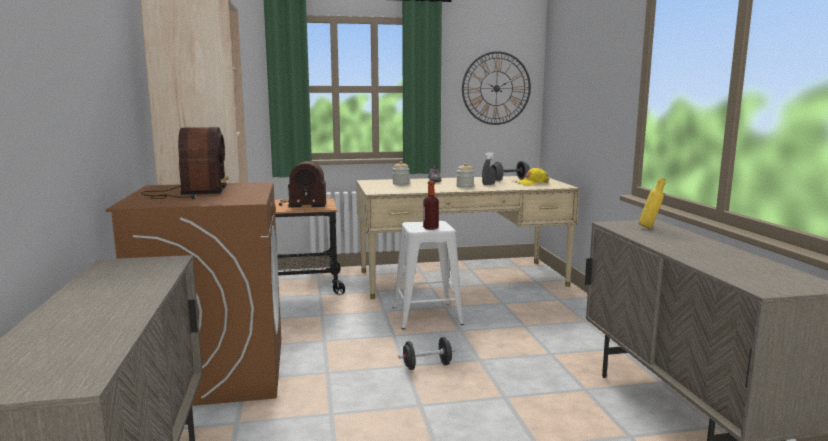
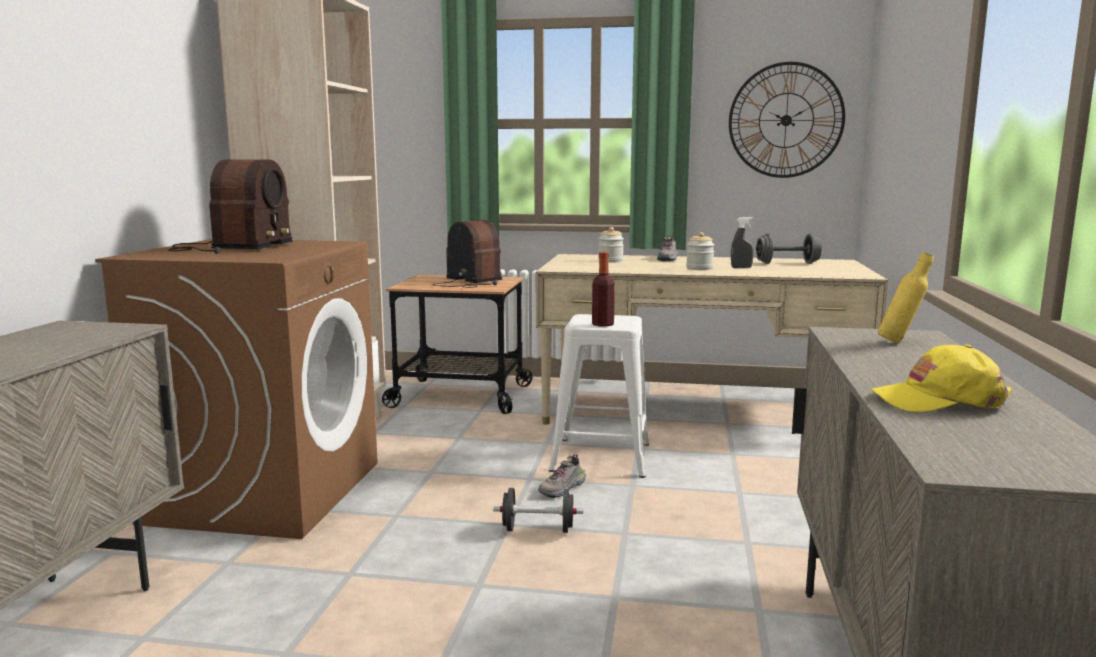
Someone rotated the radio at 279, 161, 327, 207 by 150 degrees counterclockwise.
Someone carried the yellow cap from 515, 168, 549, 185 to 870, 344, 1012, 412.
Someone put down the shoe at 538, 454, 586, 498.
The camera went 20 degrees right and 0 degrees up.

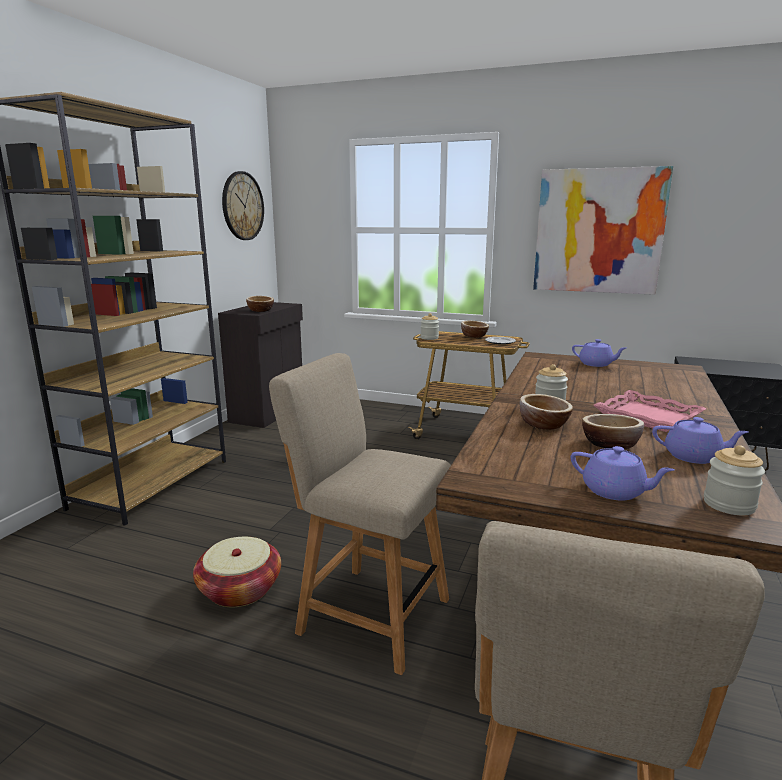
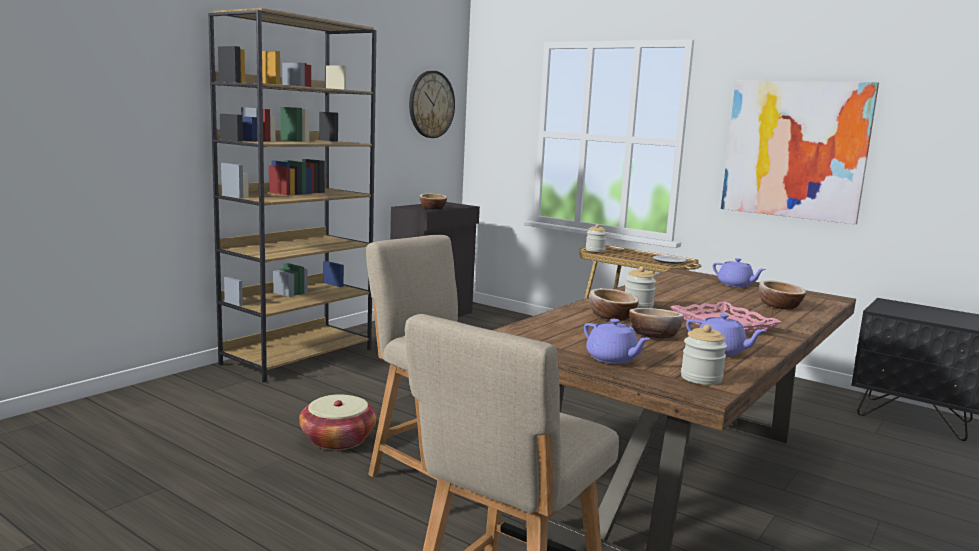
Someone carried the bowl from 461, 321, 489, 338 to 759, 280, 806, 309.
The camera went 15 degrees right and 5 degrees down.

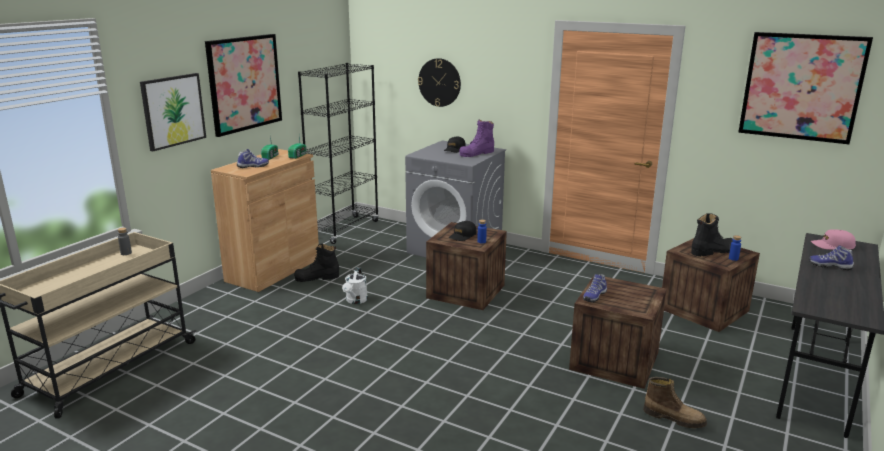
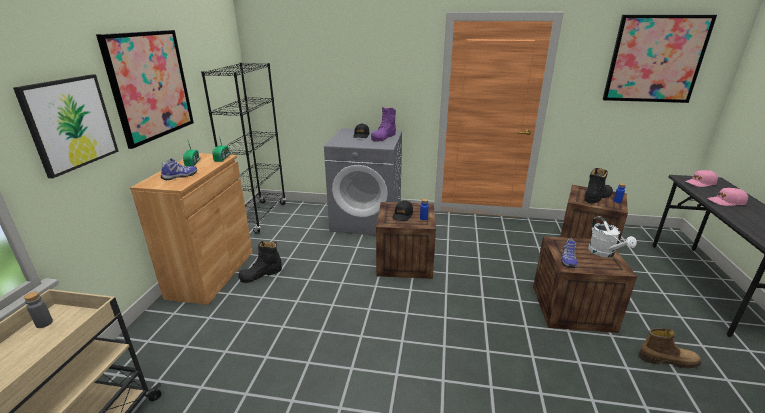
Someone took away the wall clock at 418, 58, 461, 107.
Someone swapped the shoe at 809, 245, 854, 270 for the pink cap at 707, 188, 748, 206.
Someone carried the white watering can from 342, 267, 368, 304 to 588, 216, 637, 257.
The camera went 20 degrees left and 5 degrees up.

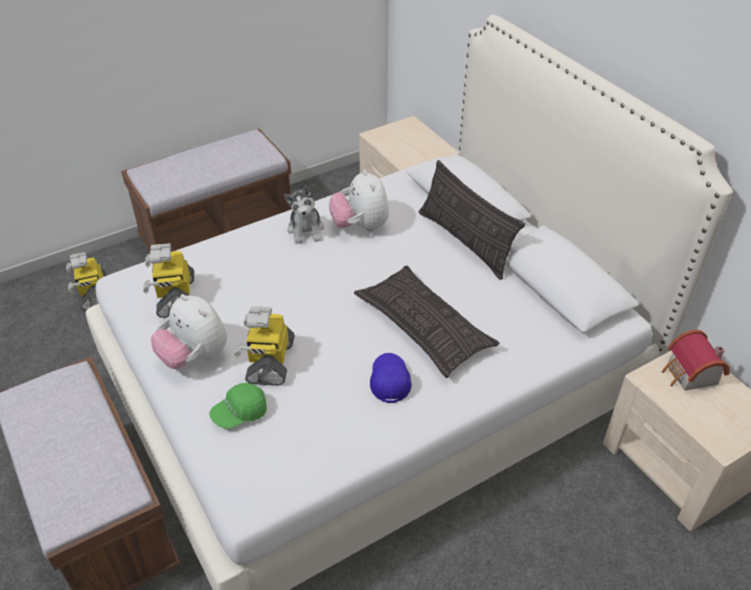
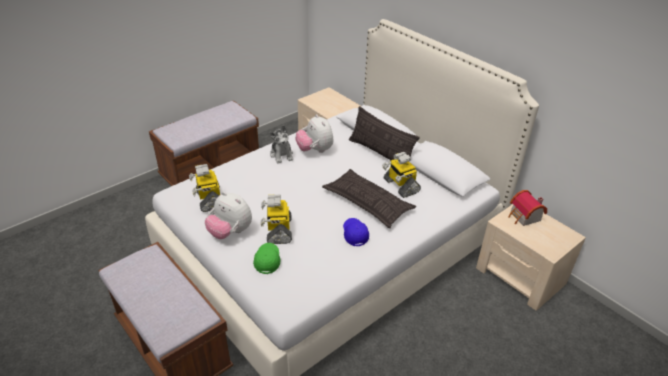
Someone carried the toy robot from 66, 252, 106, 311 to 382, 152, 421, 198.
Someone rotated the green cap at 209, 383, 267, 429 by 135 degrees clockwise.
The camera went 10 degrees left and 5 degrees down.

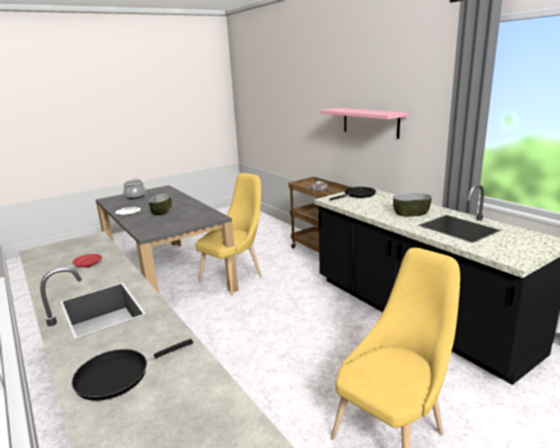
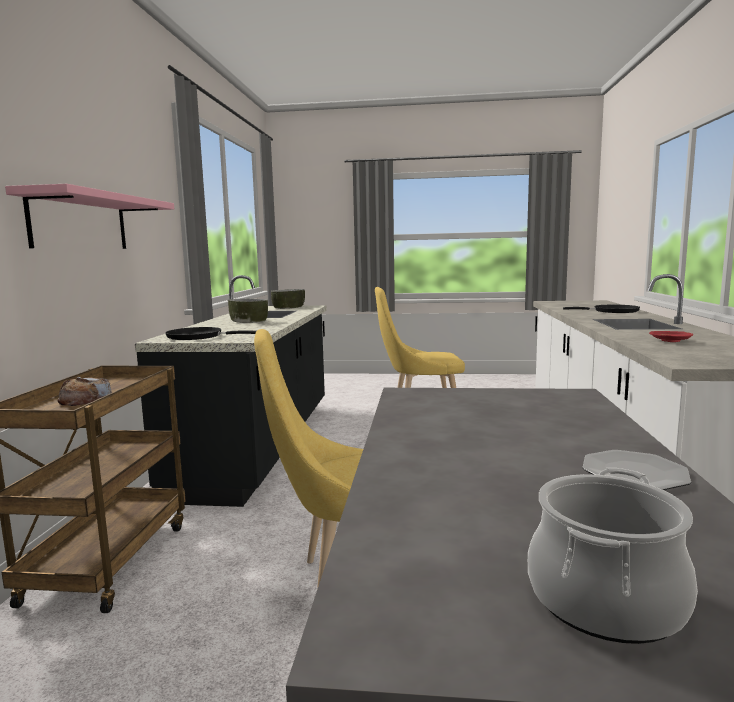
Someone carried the bowl from 149, 194, 172, 215 to 271, 289, 305, 309.
The camera went 140 degrees left and 10 degrees down.

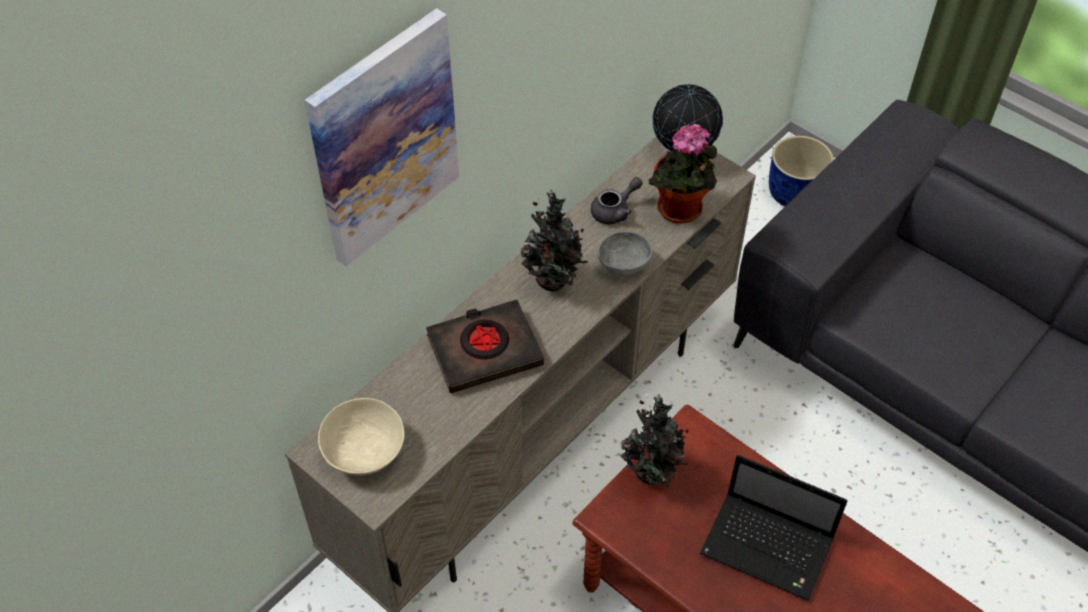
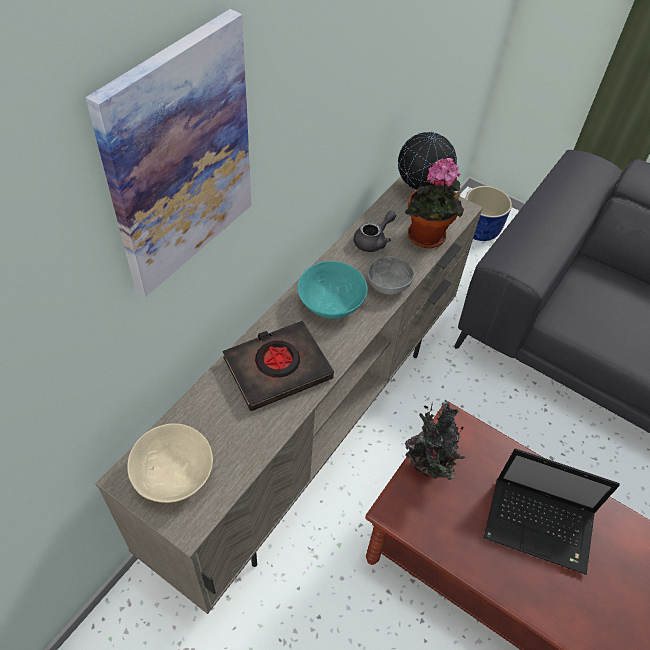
Someone swapped the potted plant at 521, 189, 588, 291 for the turquoise bowl at 297, 261, 368, 319.
The camera went 10 degrees left and 0 degrees up.

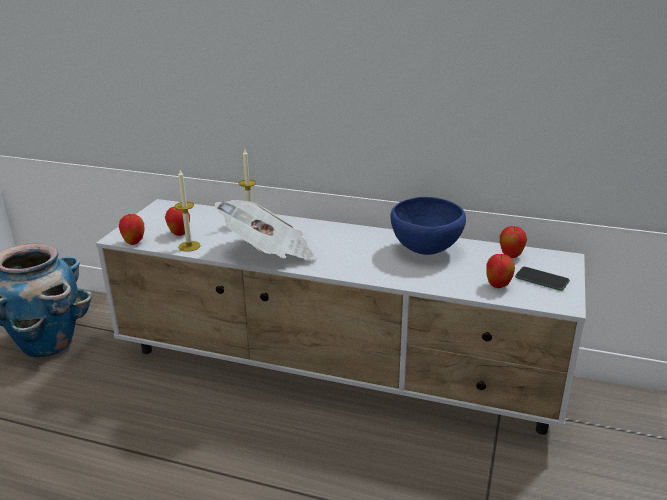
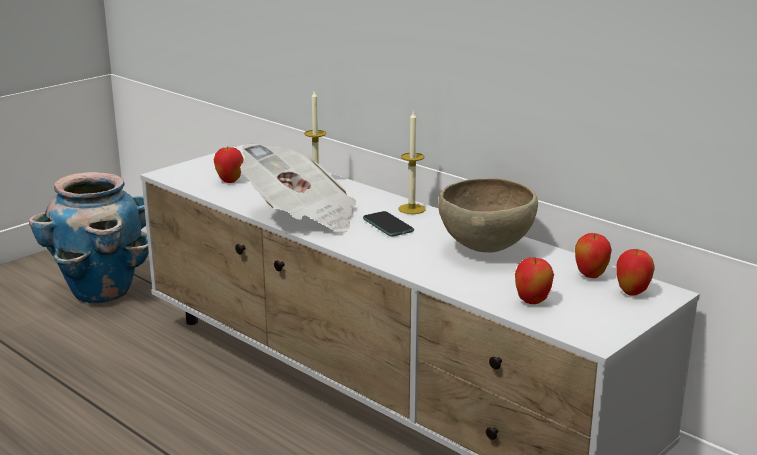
Someone carried the candle from 175, 170, 201, 252 to 398, 110, 426, 214.
Someone repainted the blue bowl at 390, 197, 466, 255, which became the brown bowl at 438, 178, 538, 253.
Someone carried the apple from 119, 214, 145, 245 to 616, 249, 655, 296.
Someone carried the phone from 515, 267, 570, 291 to 363, 211, 414, 237.
The camera went 25 degrees right and 5 degrees down.

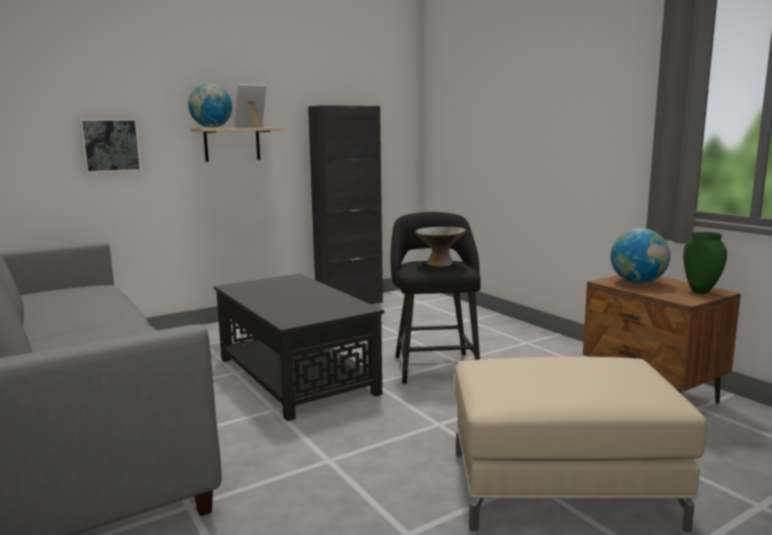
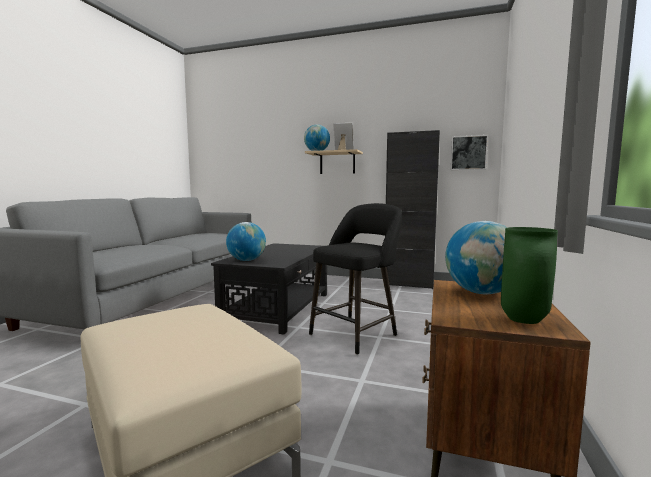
Someone carried the picture from 79, 119, 142, 173 to 450, 135, 488, 170.
Someone took away the grey bowl at 415, 227, 466, 267.
Someone put down the globe at 226, 222, 266, 261.
The camera went 50 degrees right and 5 degrees down.

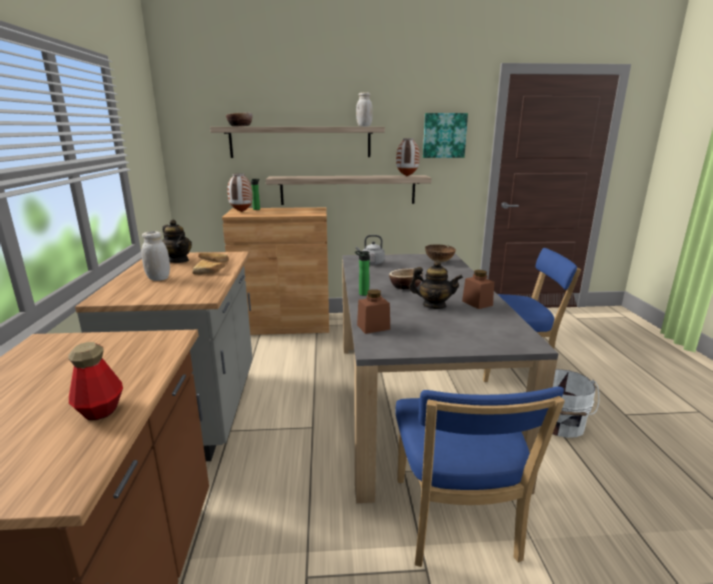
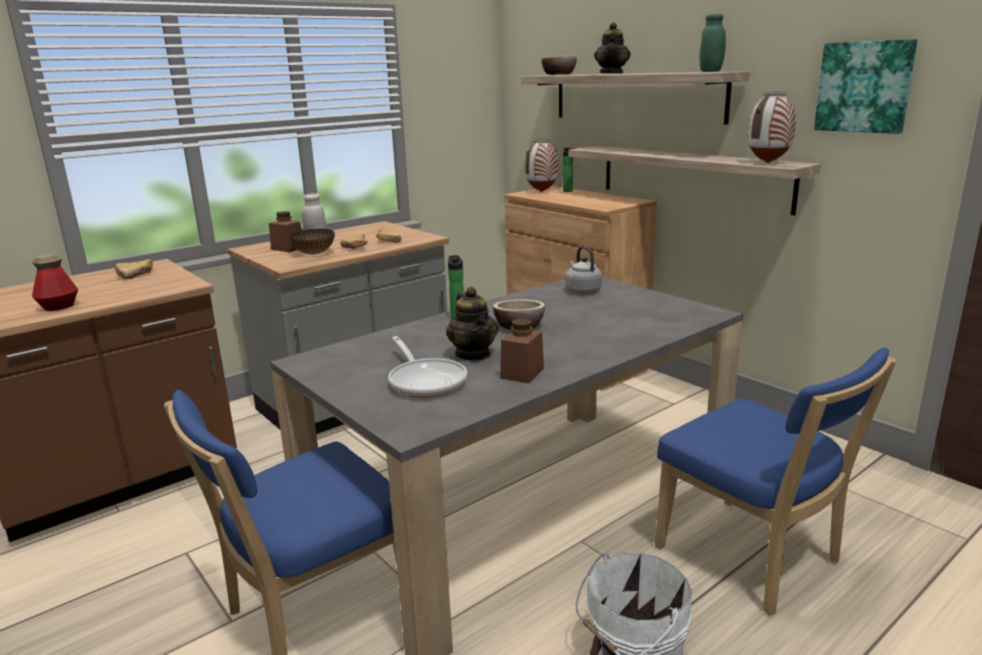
Someone repainted the white jar at 356, 92, 373, 127, which became the green jar at 700, 14, 726, 72.
Someone carried the teapot from 162, 219, 192, 263 to 594, 22, 631, 74.
Someone carried the bowl from 425, 245, 456, 262 to 289, 229, 335, 255.
Someone carried the brown jar from 357, 289, 390, 334 to 269, 211, 302, 252.
Someone put down the bread at 115, 259, 153, 279.
Someone put down the frying pan at 388, 336, 467, 397.
The camera went 55 degrees right and 0 degrees up.

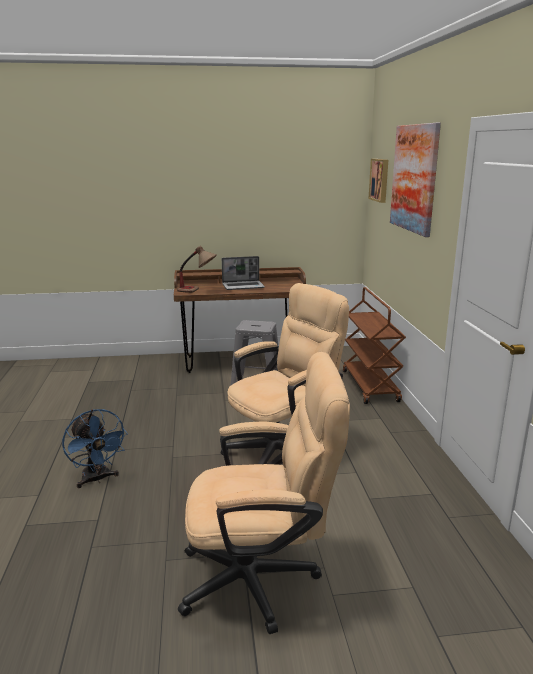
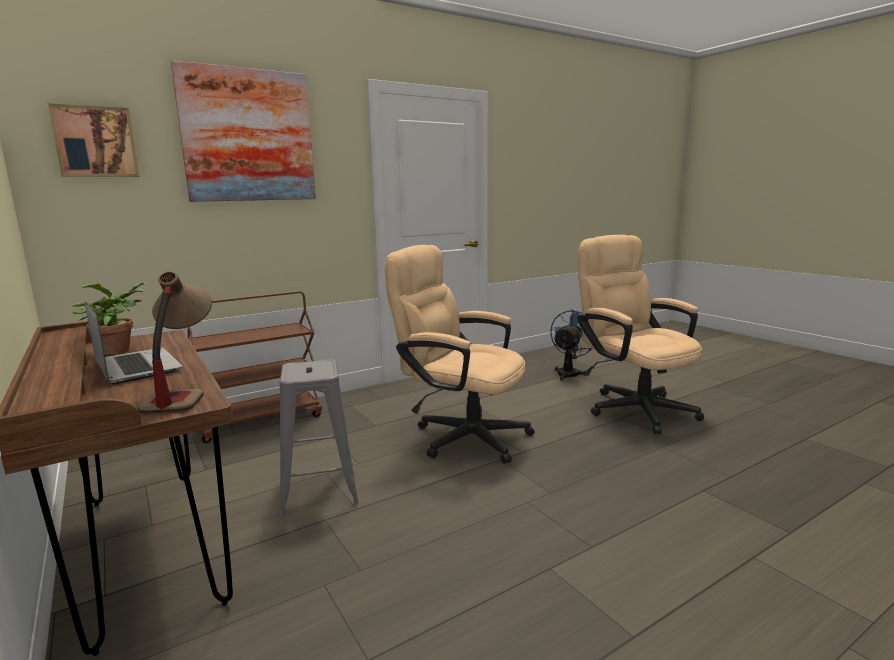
Someone carried the blue fan from 62, 409, 128, 488 to 550, 309, 593, 381.
Someone put down the potted plant at 72, 282, 148, 355.
The camera went 115 degrees left and 5 degrees down.

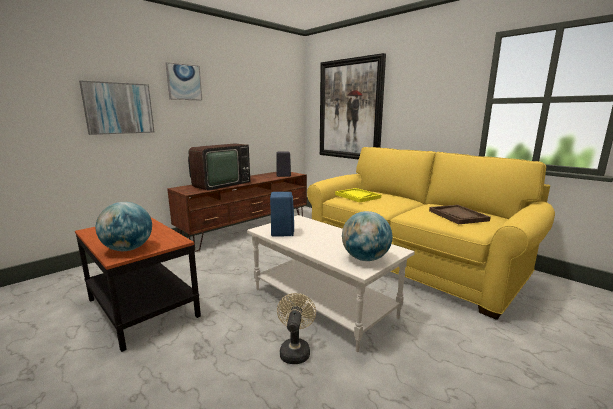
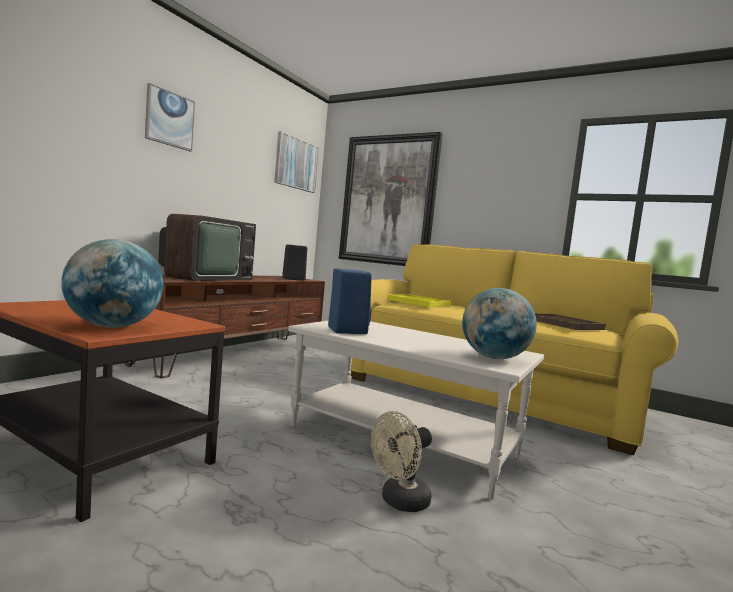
Someone carried the picture from 79, 81, 154, 135 to 274, 131, 319, 193.
Someone rotated the beige fan at 277, 293, 316, 364 by 120 degrees counterclockwise.
The camera went 15 degrees left and 10 degrees down.

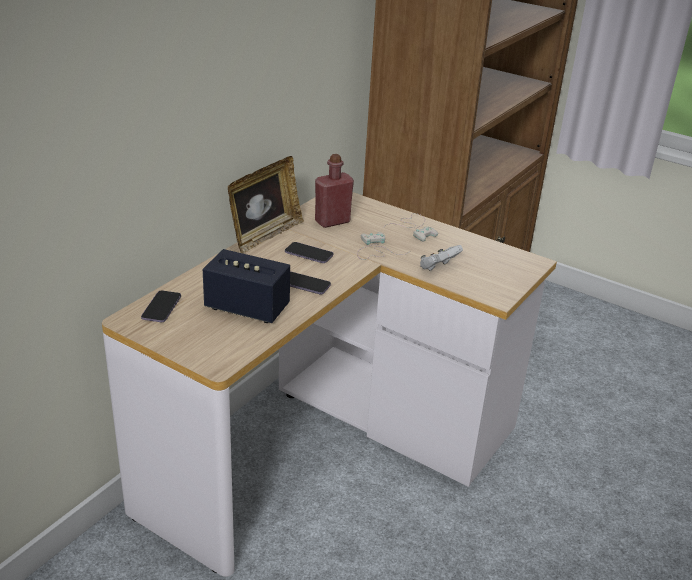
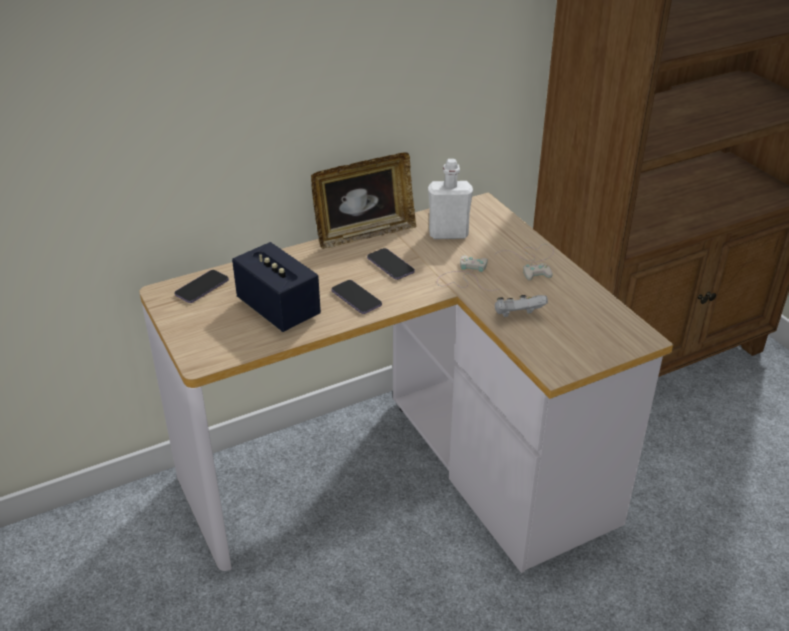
Someone repainted the red bottle at 315, 154, 354, 228, which became the white bottle at 428, 159, 473, 239.
The camera went 30 degrees right and 5 degrees up.

